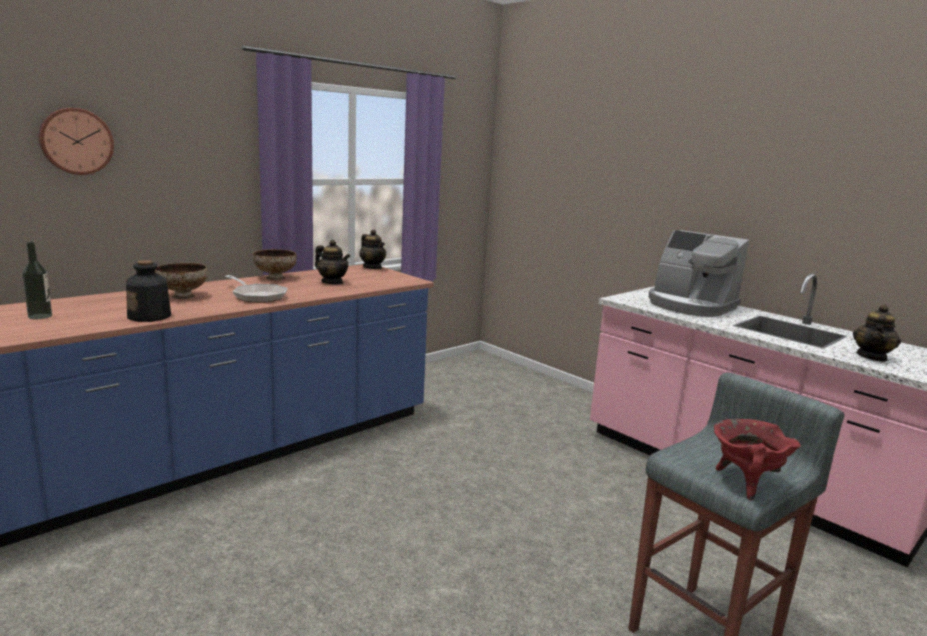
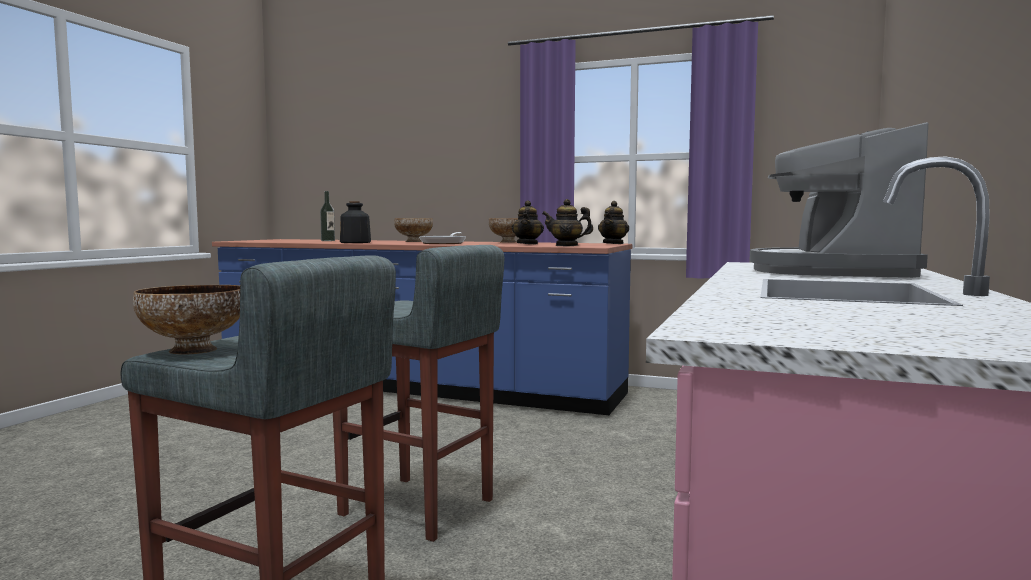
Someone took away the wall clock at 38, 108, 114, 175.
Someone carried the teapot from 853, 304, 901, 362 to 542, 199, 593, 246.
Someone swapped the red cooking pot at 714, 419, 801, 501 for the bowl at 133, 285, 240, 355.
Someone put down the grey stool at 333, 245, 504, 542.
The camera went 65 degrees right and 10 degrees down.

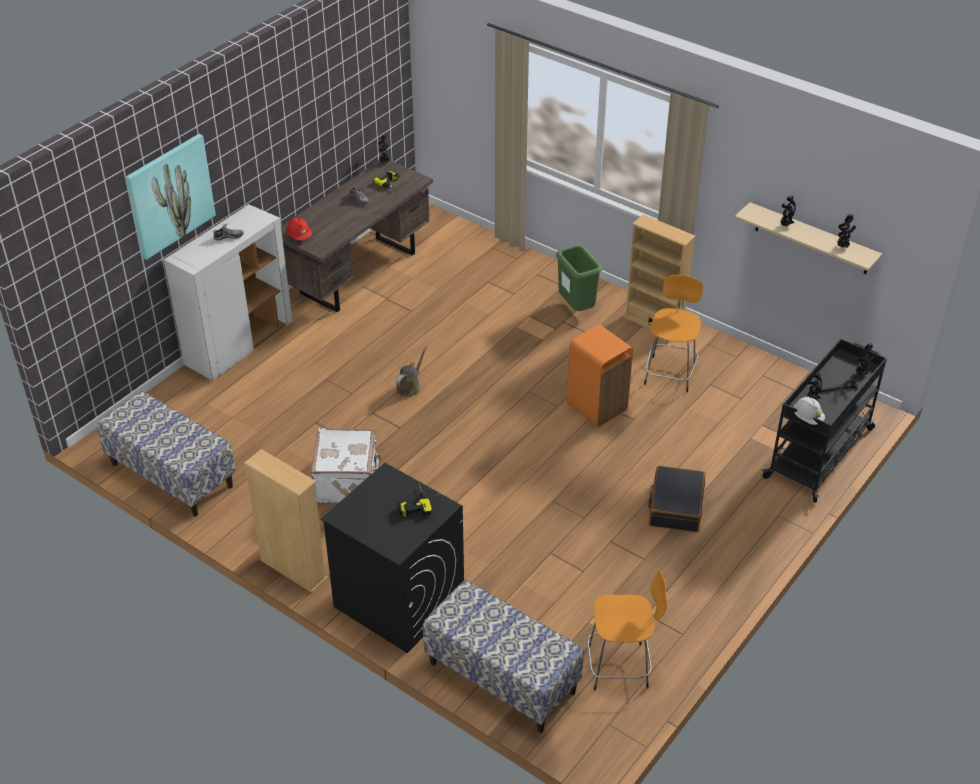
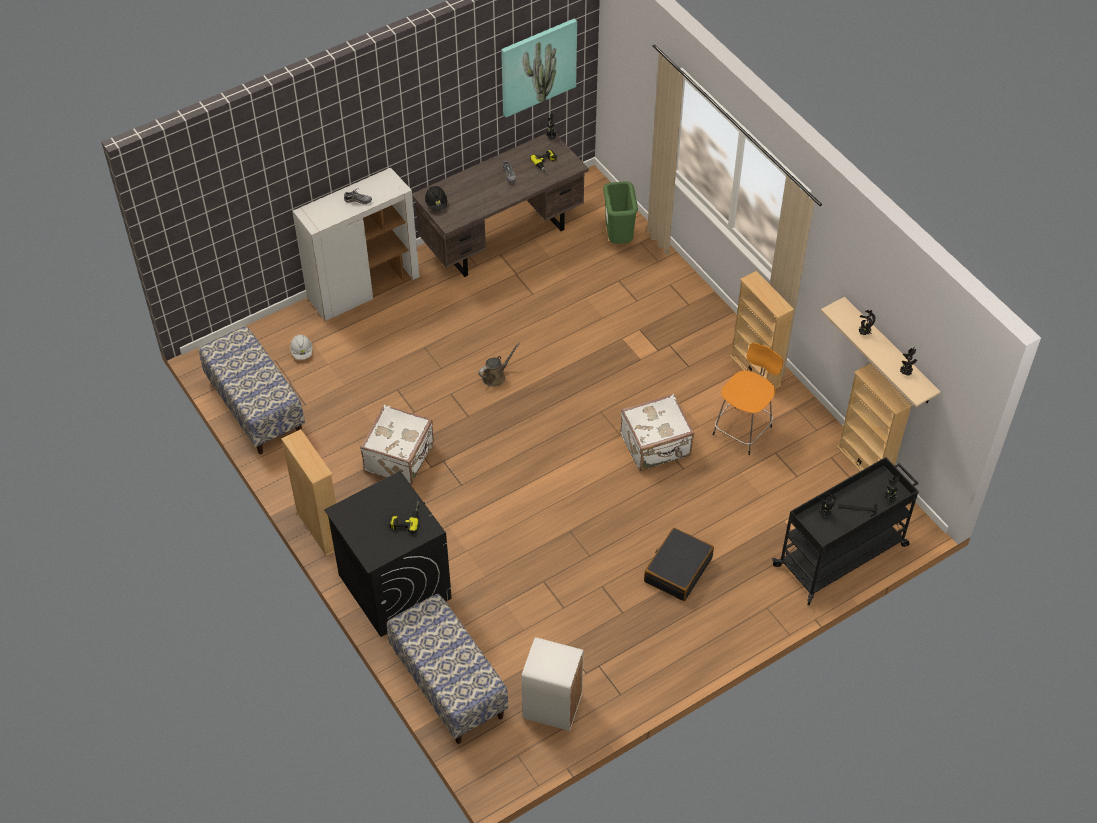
Someone carried the picture from 126, 134, 216, 260 to 501, 18, 577, 117.
Someone repainted the red hard hat at 286, 217, 312, 241, which became the black hard hat at 425, 186, 447, 210.
Someone carried the green trash can from 556, 245, 602, 311 to 603, 181, 638, 244.
Someone swapped the orange trash can at 567, 325, 633, 427 for the white suitcase at 621, 394, 694, 471.
Someone carried the white hard hat from 793, 396, 825, 425 to 290, 334, 312, 360.
Someone swapped the orange stool at 587, 570, 667, 690 for the white trash can at 521, 637, 584, 731.
Someone put down the beige bookcase at 837, 363, 912, 471.
The camera went 20 degrees right and 10 degrees up.

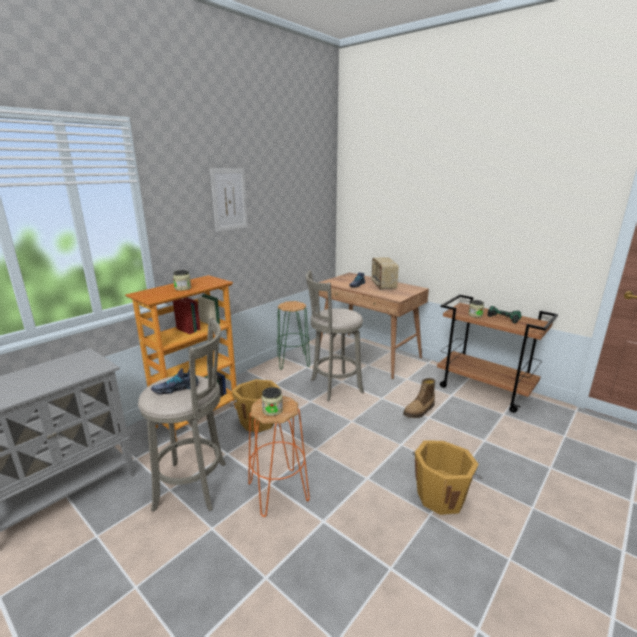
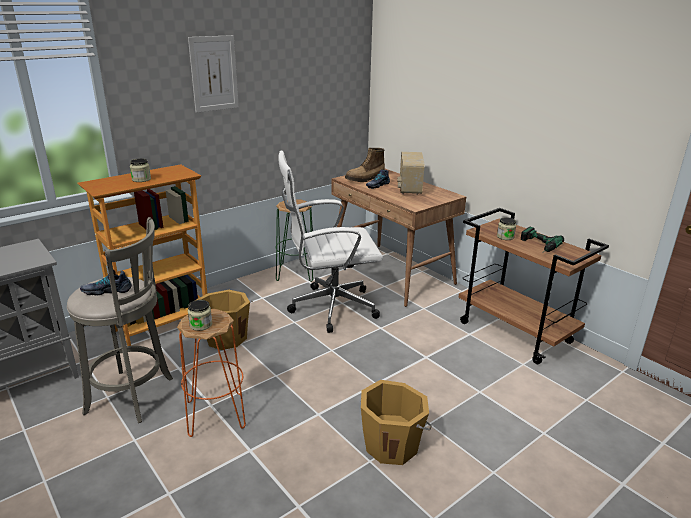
Someone swapped the grey stool at 306, 270, 364, 401 for the white office chair at 278, 151, 383, 333.
Someone carried the boot from 403, 378, 435, 418 to 345, 148, 385, 182.
The camera went 10 degrees right and 5 degrees up.

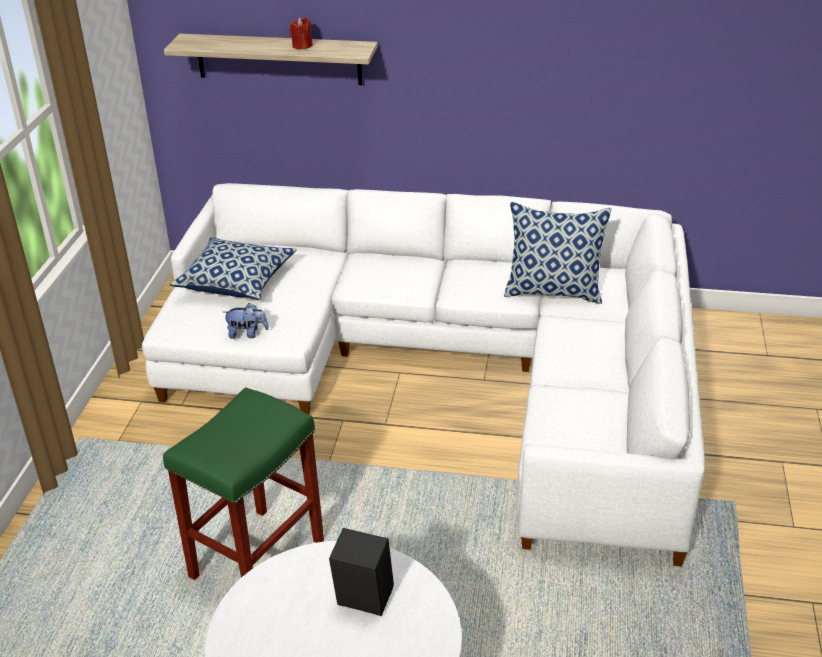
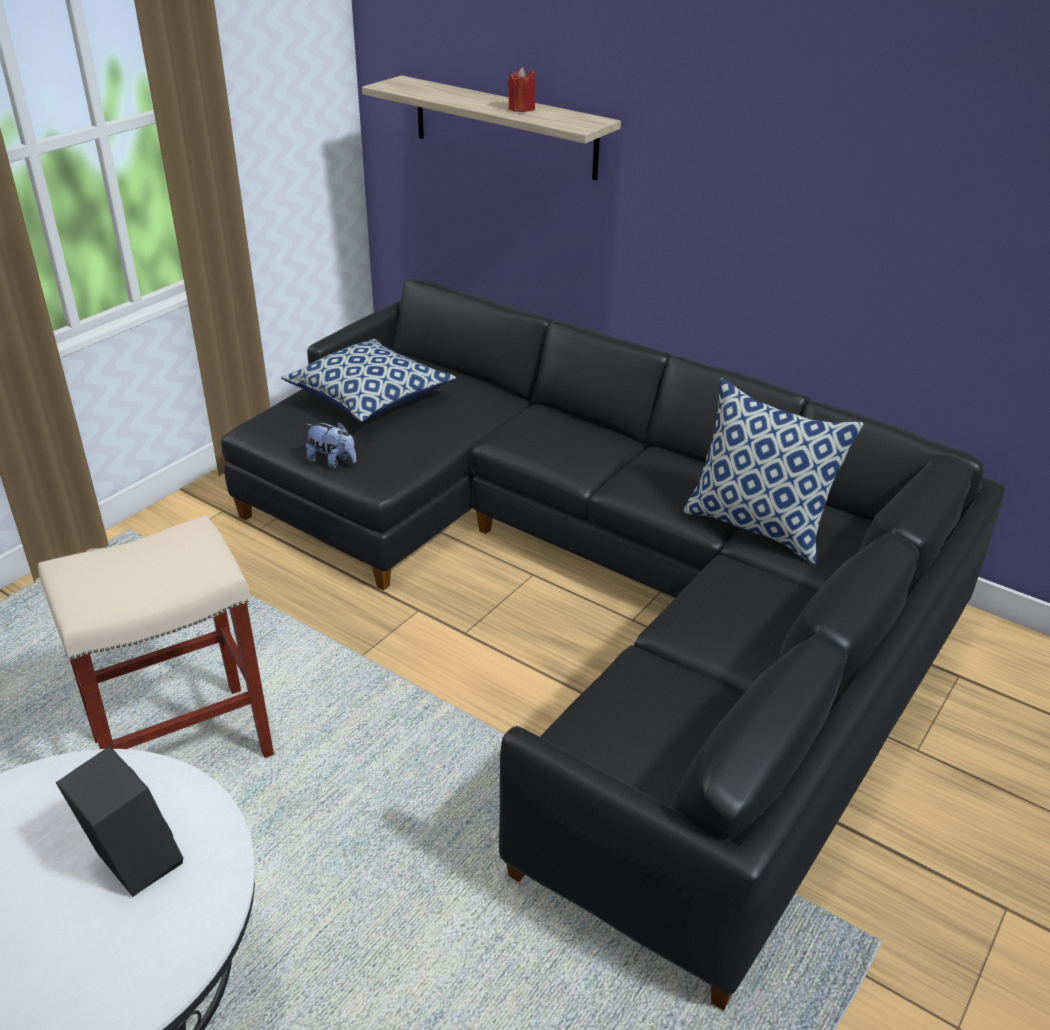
Someone repainted the white sofa at 142, 183, 705, 567, which became the black sofa at 221, 279, 1005, 1011.
Someone repainted the green stool at 163, 387, 324, 580, which became the beige stool at 38, 515, 274, 758.
The camera went 25 degrees right and 0 degrees up.

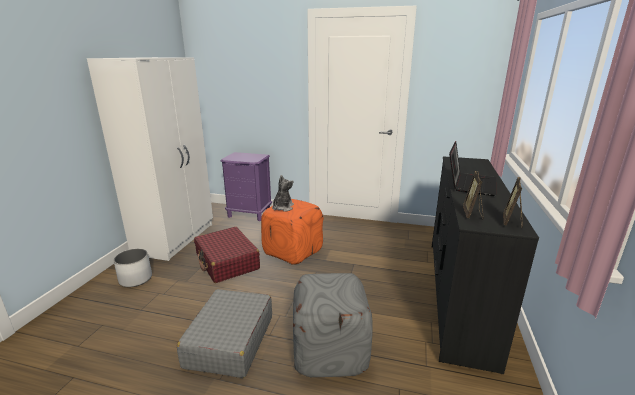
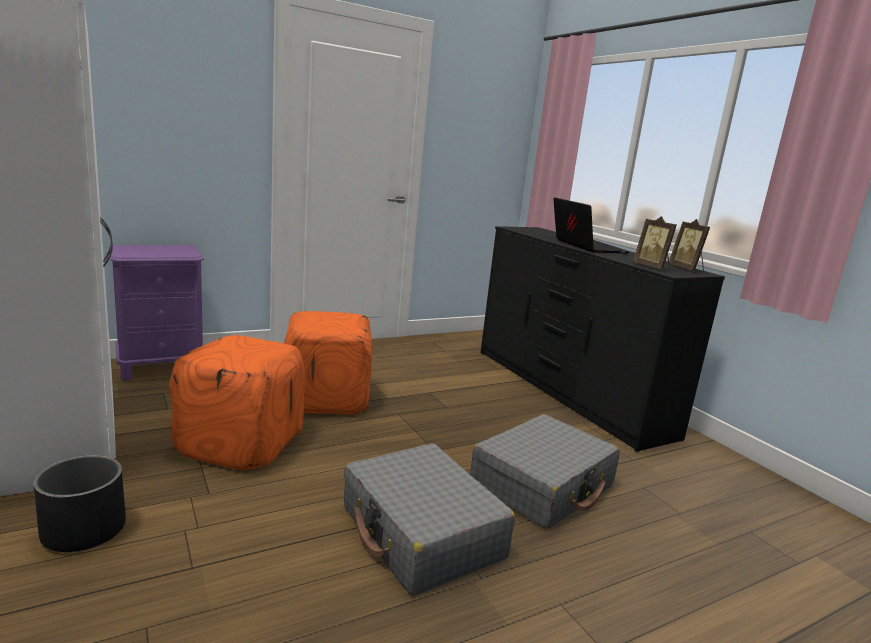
Someone took away the plush toy at 272, 175, 294, 212.
Someone swapped the red suitcase at 194, 227, 260, 283 for the orange ottoman at 169, 335, 306, 470.
Someone repainted the white planter at 113, 249, 152, 287, which became the black planter at 34, 456, 126, 553.
Someone swapped the grey ottoman at 293, 273, 373, 377 for the grey suitcase at 470, 414, 620, 529.
The camera went 45 degrees left and 5 degrees down.

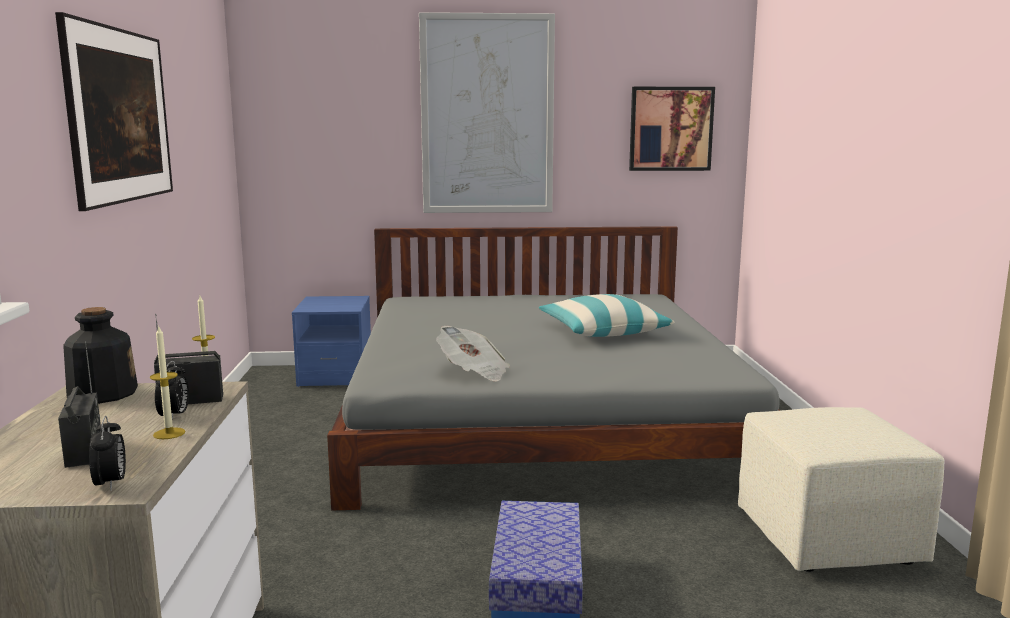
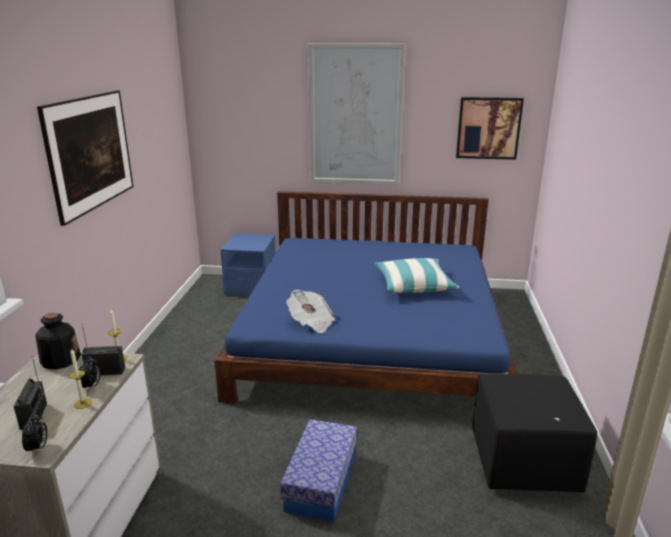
Someone repainted the grey bed at 327, 226, 780, 510, which became the blue bed at 214, 191, 518, 404.
Someone repainted the beige ottoman at 738, 407, 945, 572, which became the black ottoman at 472, 374, 598, 493.
The camera went 10 degrees right and 10 degrees up.

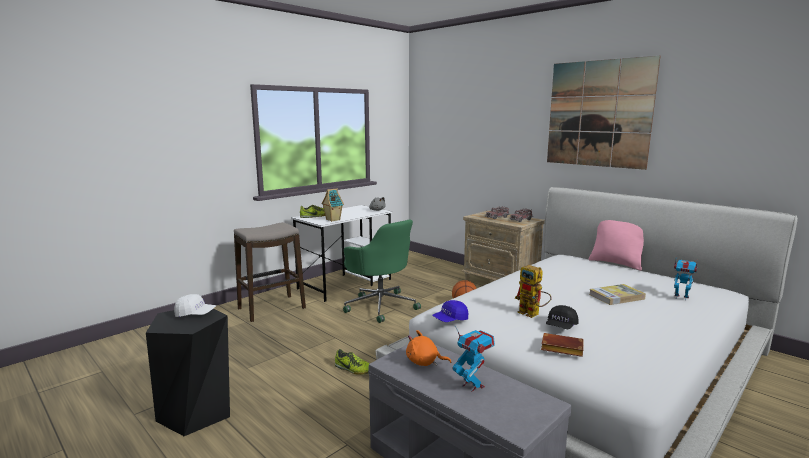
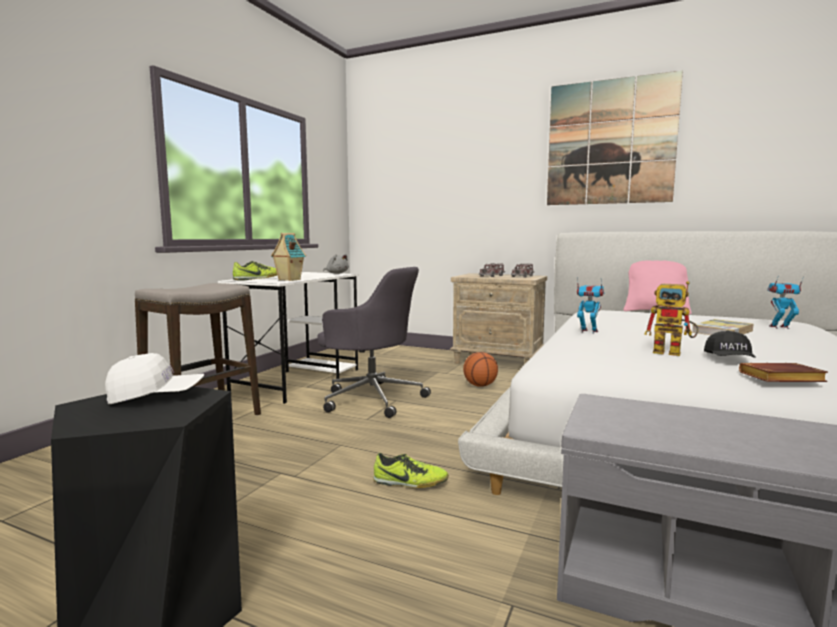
Someone repainted the green office chair at 343, 219, 421, 323, which became the grey office chair at 317, 267, 431, 418.
Someone took away the blue cap at 432, 300, 468, 322.
Someone carried the toy robot from 453, 326, 495, 392 to 577, 277, 604, 334.
Someone took away the orange plush toy at 406, 330, 451, 366.
The camera went 20 degrees left and 5 degrees down.

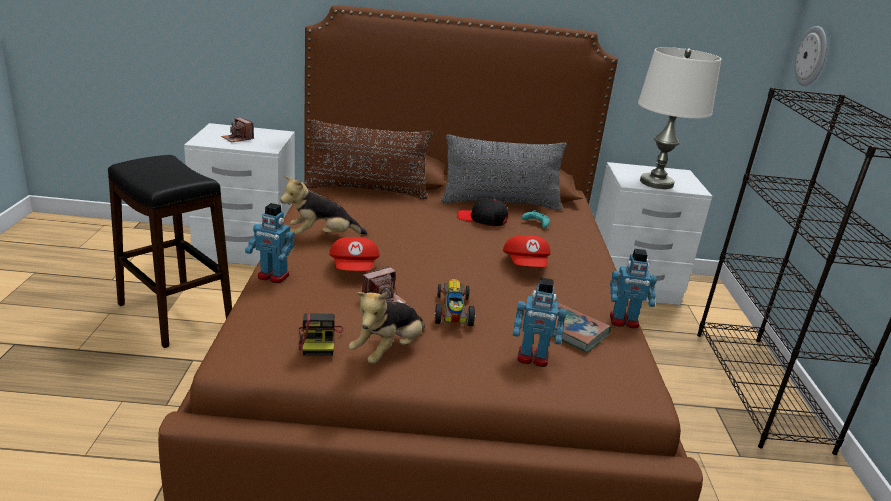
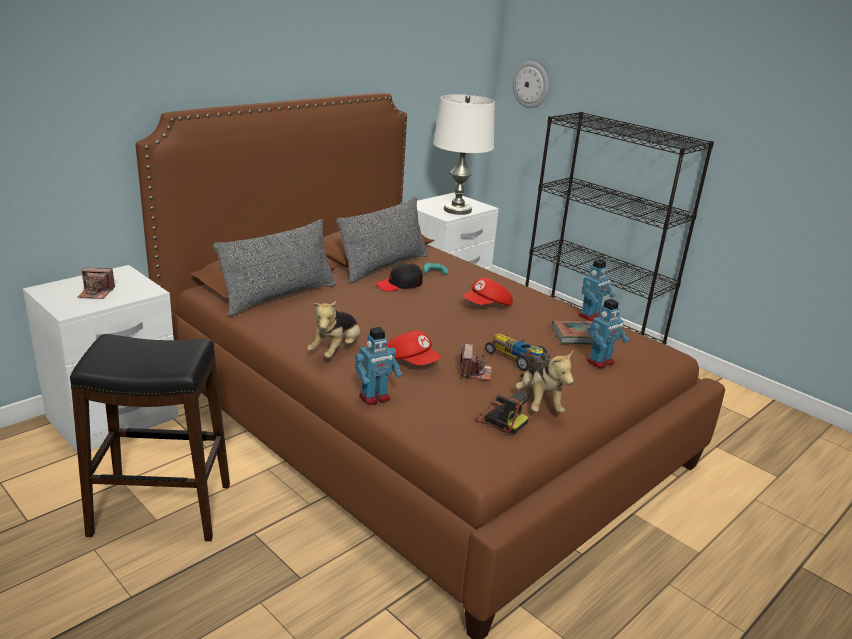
Someone repainted the brown pillow at 305, 119, 433, 199, which became the grey pillow at 213, 219, 336, 316.
Someone rotated the red cap at 503, 235, 551, 267 by 105 degrees clockwise.
The camera went 45 degrees left and 0 degrees up.

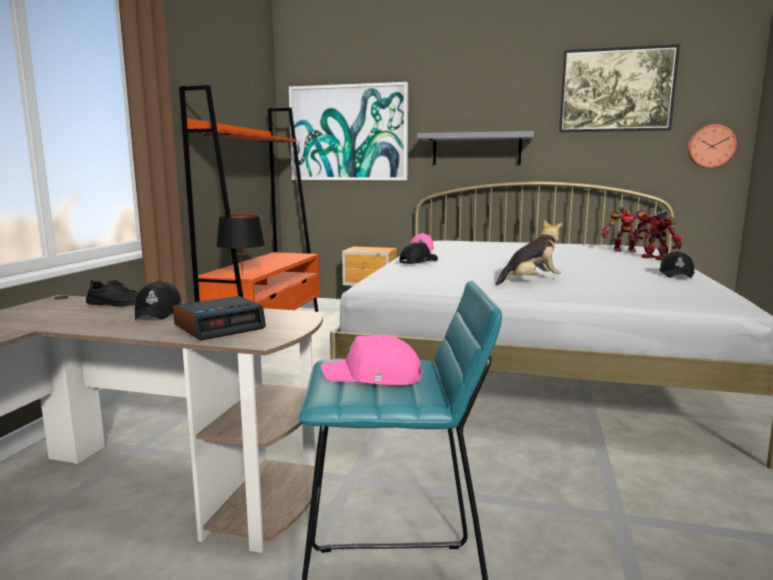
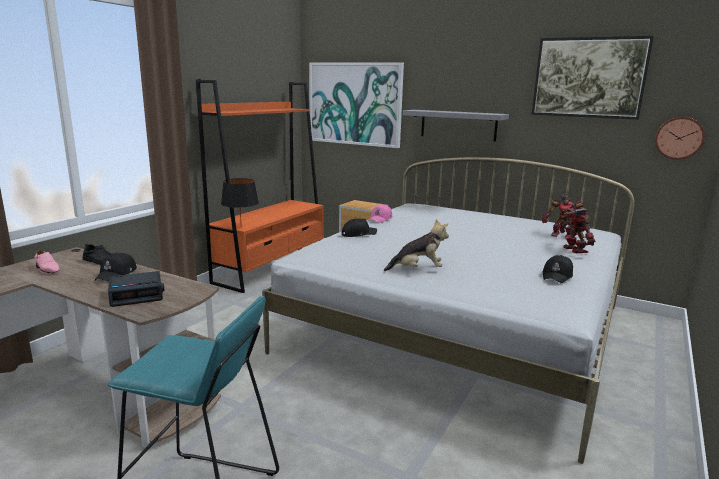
Someone took away the pink cap at 321, 334, 423, 385.
Someone put down the pink shoe at 34, 250, 60, 274.
The camera went 15 degrees right and 5 degrees up.

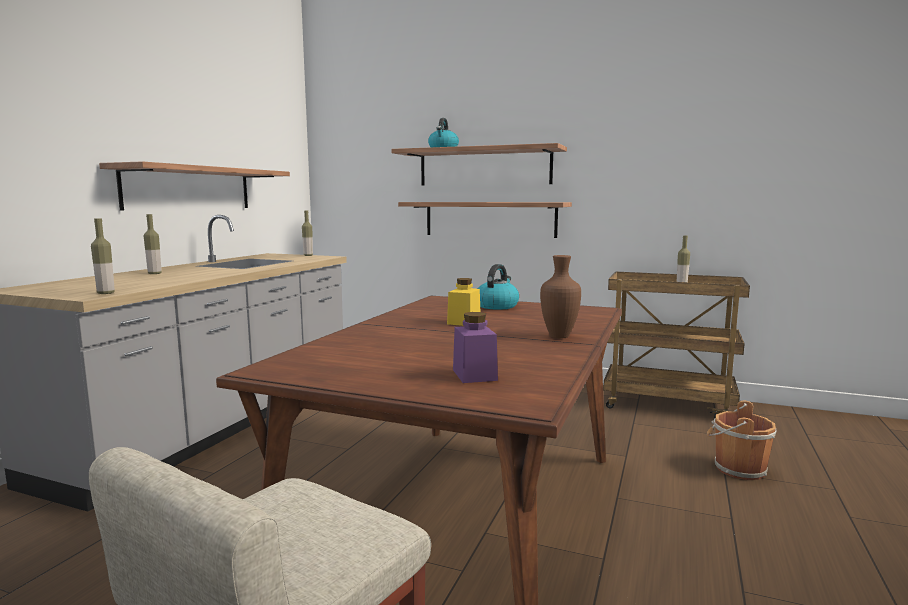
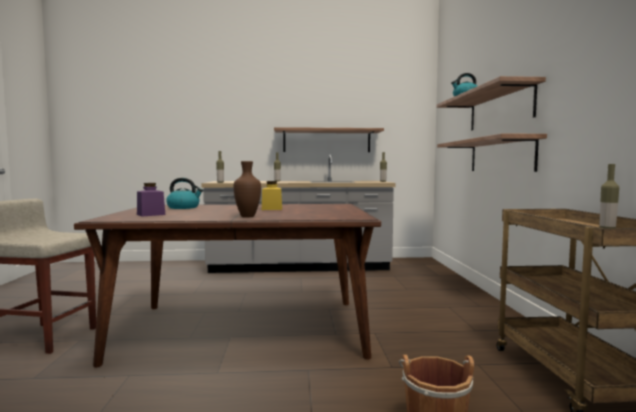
Someone carried the kettle from 478, 264, 519, 310 to 166, 178, 203, 209.
The camera went 65 degrees right and 5 degrees down.

